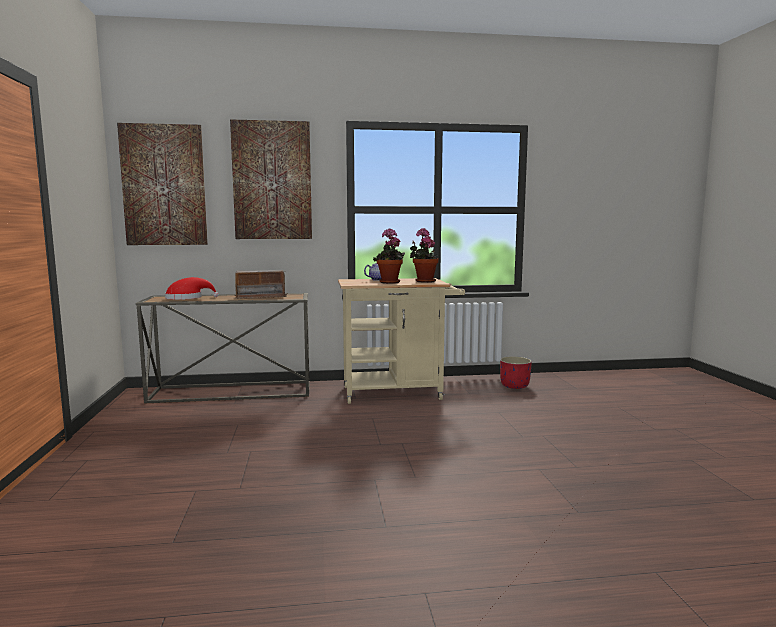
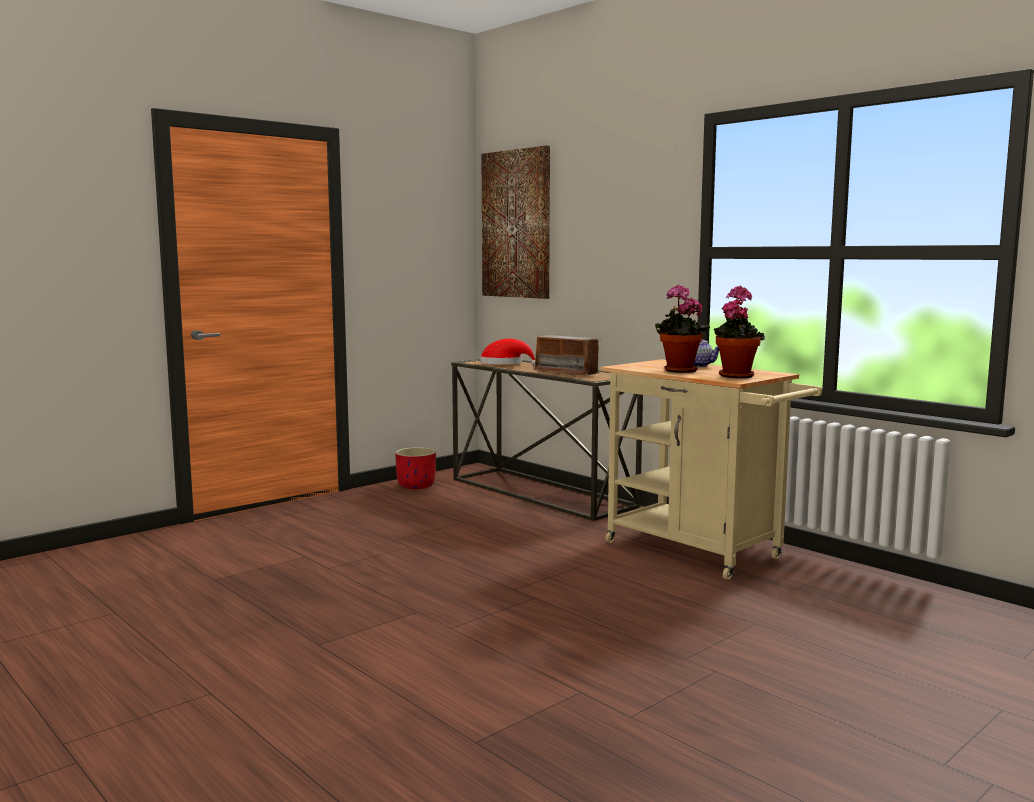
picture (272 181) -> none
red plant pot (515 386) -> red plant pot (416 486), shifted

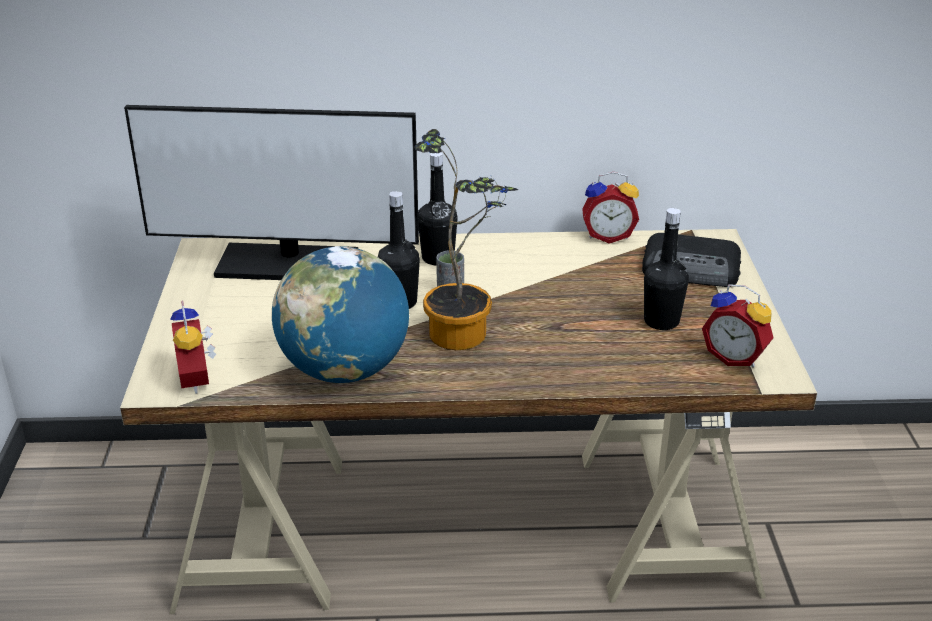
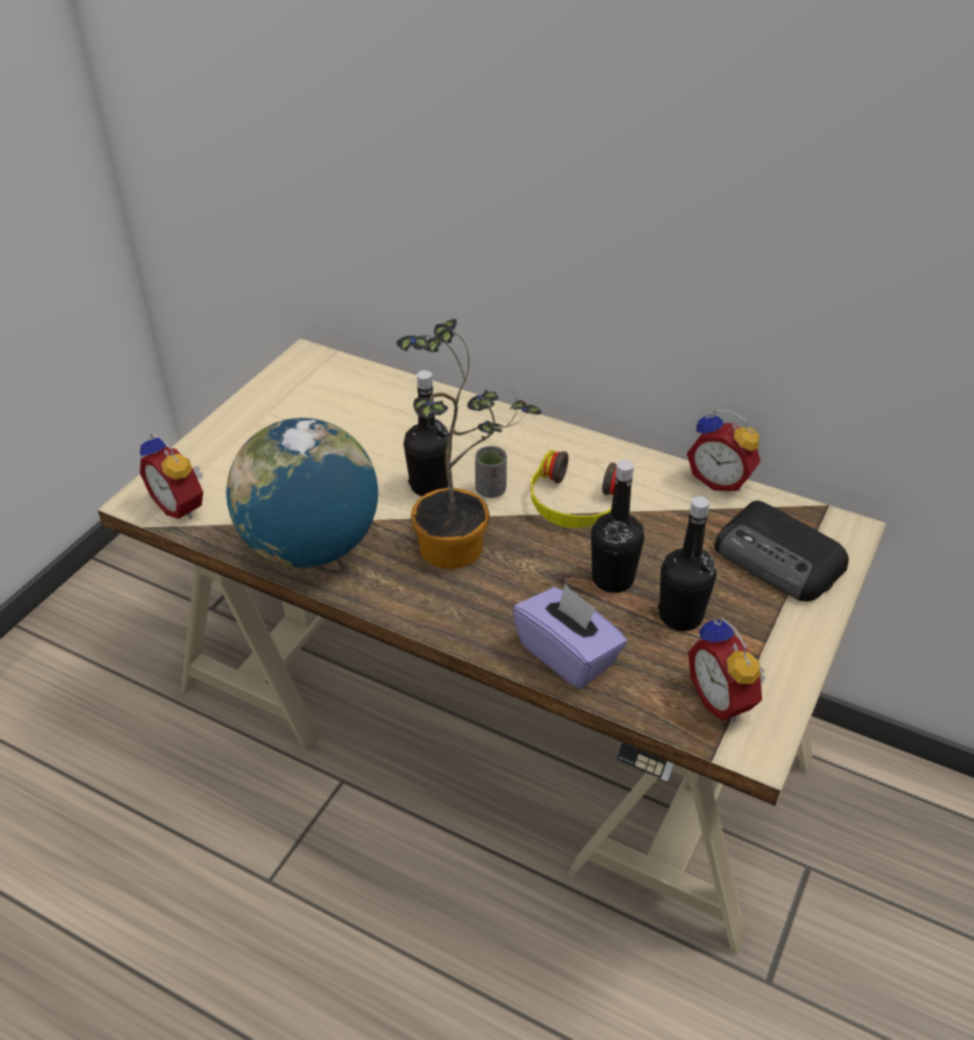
computer screen (287 264) -> none
none -> purplish tissue box (568 655)
none -> pair of headphones (575 503)
blackish bottle (438 258) -> blackish bottle (612 579), shifted
table clock (199 380) -> table clock (182 506), 60 degrees counterclockwise

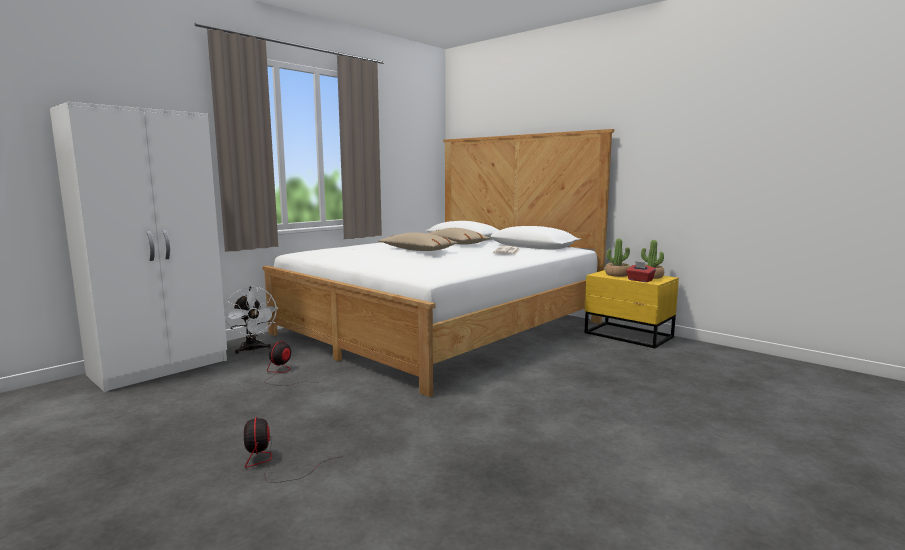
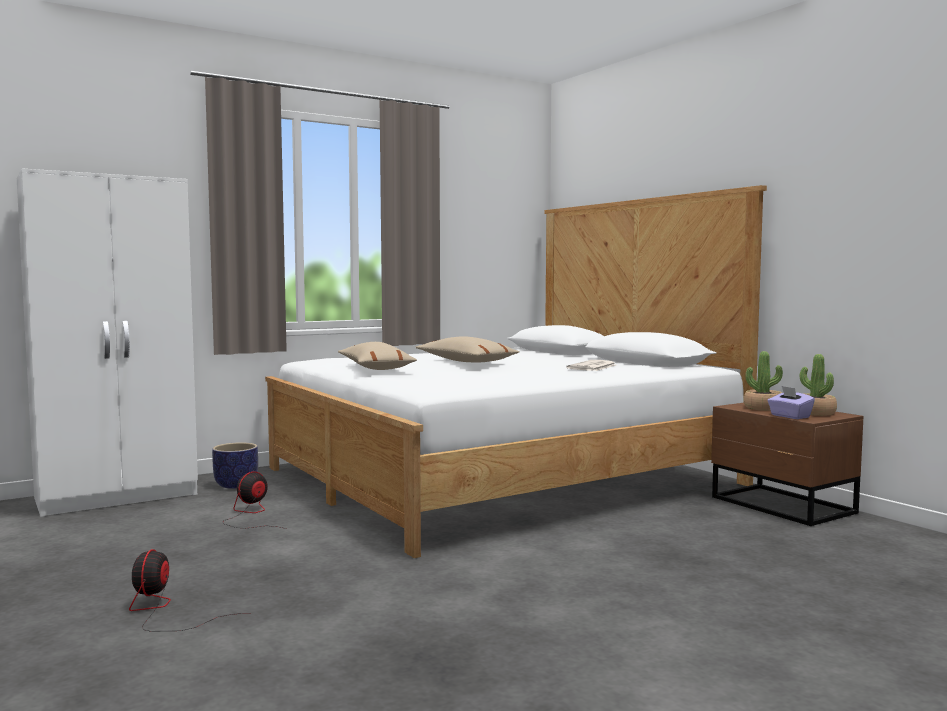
beige-coloured cushion (456 243) -> beige-coloured cushion (375 368), shifted
white-coloured cooling fan (252 350) -> plant pot (236 485)
yellow bedside table (629 336) -> brownish bedside table (782 506)
red tissue box (640 280) -> purplish tissue box (789 416)

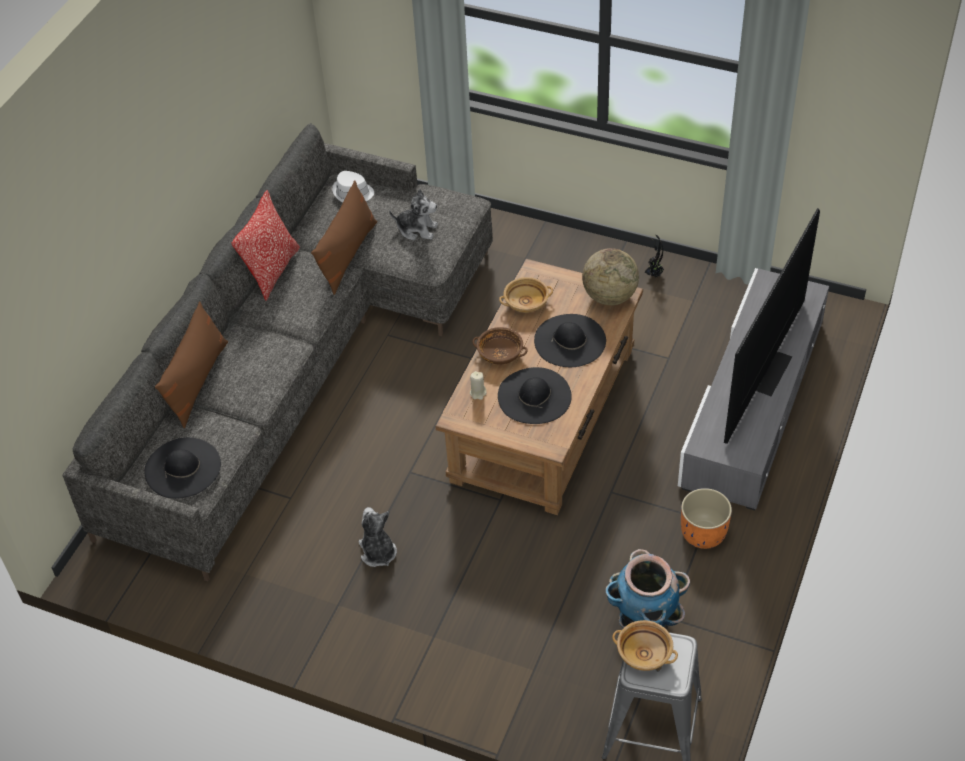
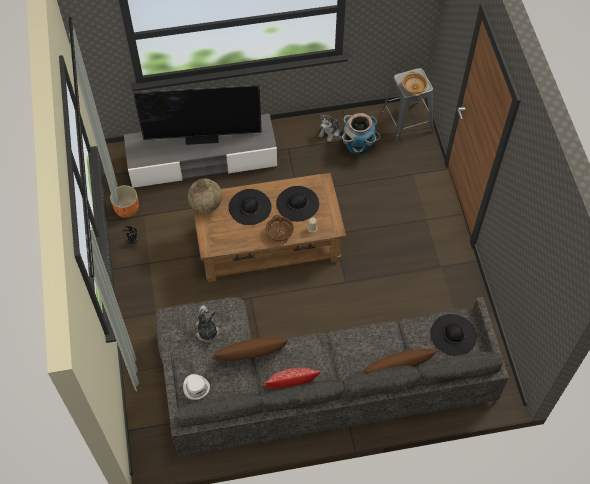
beige-coloured serving bowl (526 303) -> none
soft toy (378 552) -> soft toy (329 132), shifted
orange-coloured plant pot (703 534) -> orange-coloured plant pot (127 209), shifted

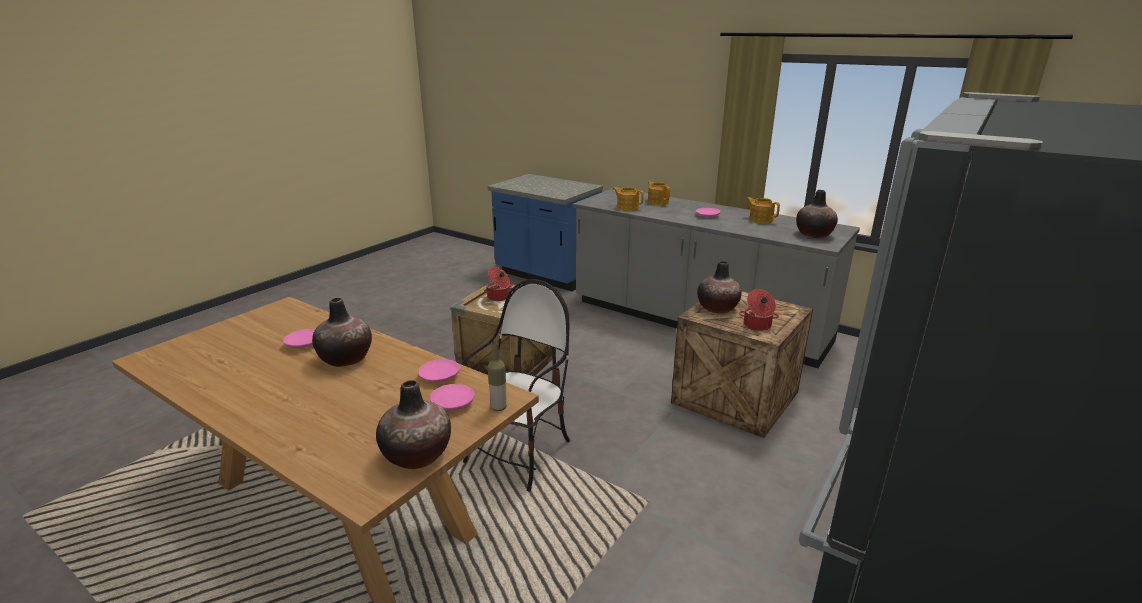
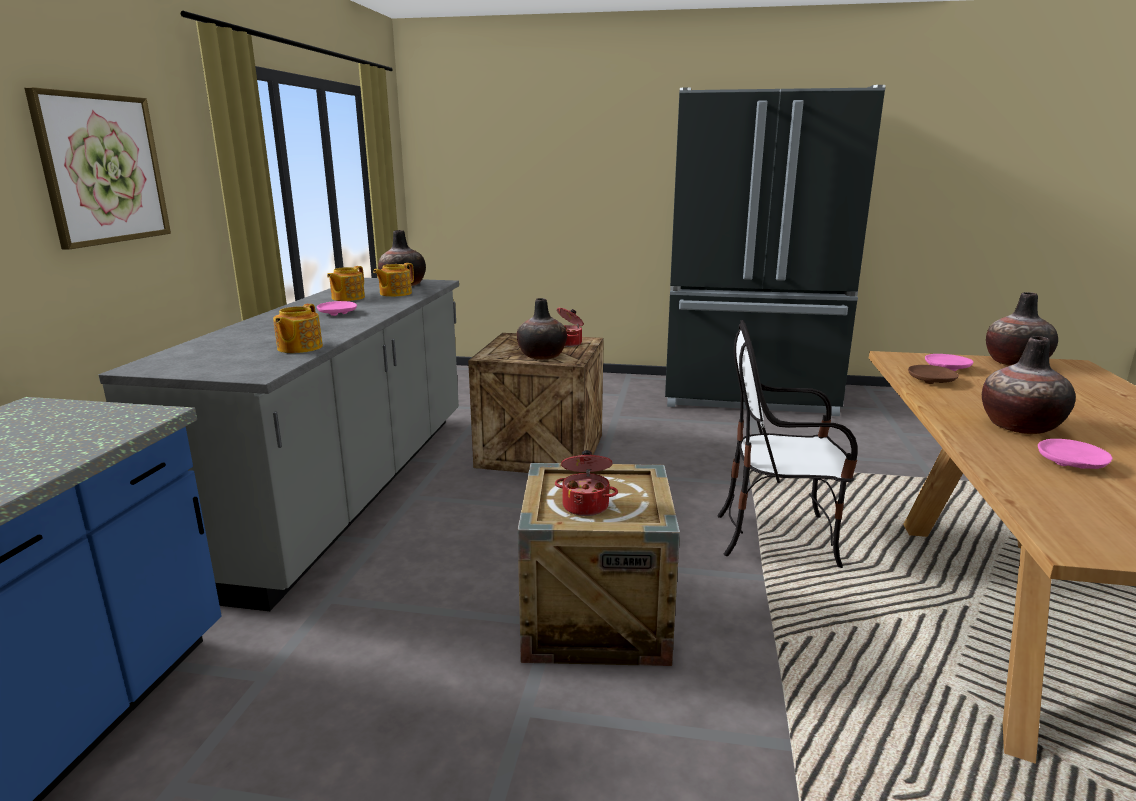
bottle (498 408) -> none
none -> picture (102 169)
tea pot (658 202) -> tea pot (395 293), shifted
pink flat dish (439 376) -> brownish flat dish (931 381)

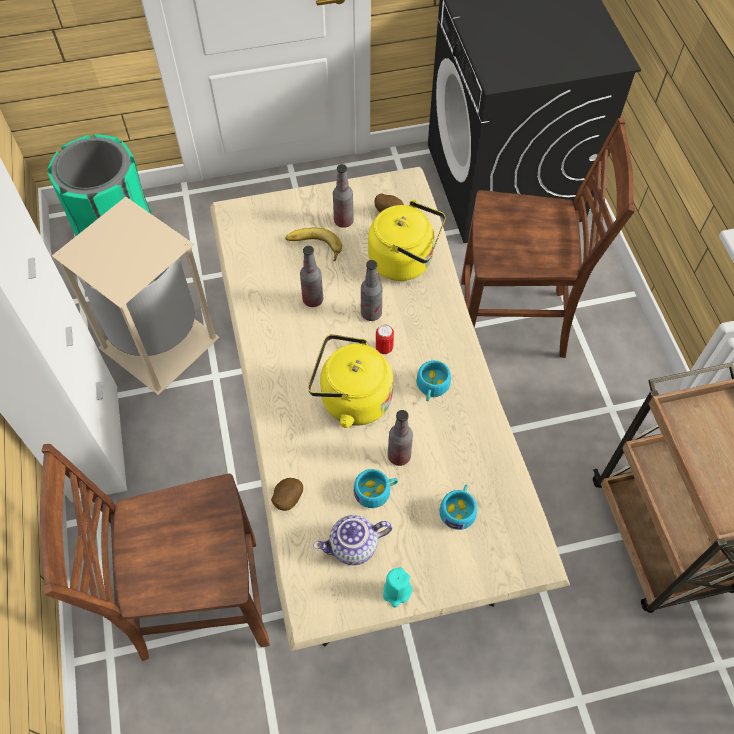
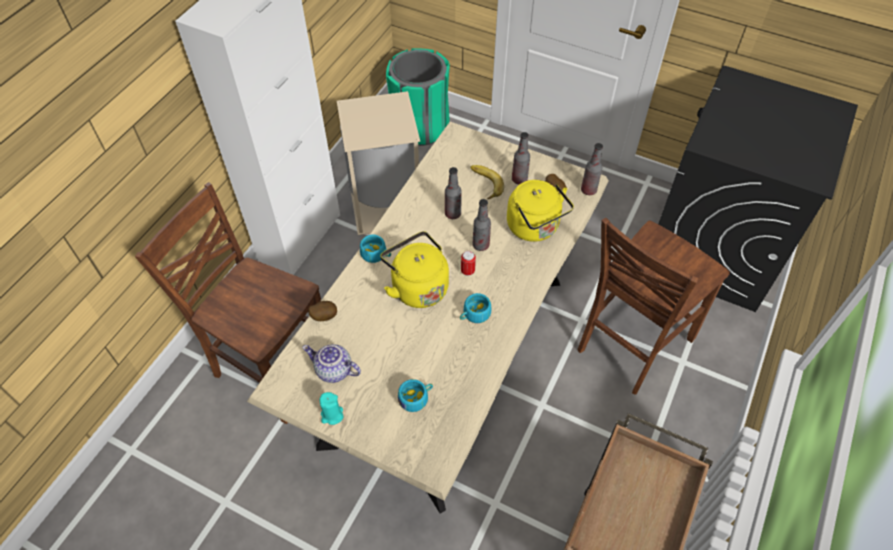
turquoise-coloured cup (376 491) -> turquoise-coloured cup (376 254), shifted
bottle (399 456) -> bottle (588 190), shifted
brownish upright chair (515 321) -> brownish upright chair (631 344), 90 degrees clockwise

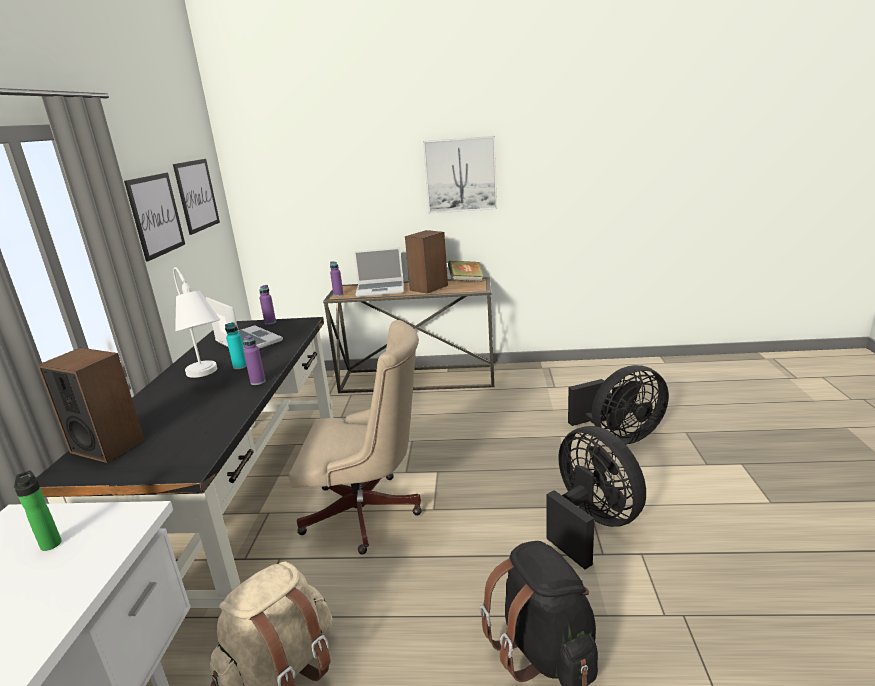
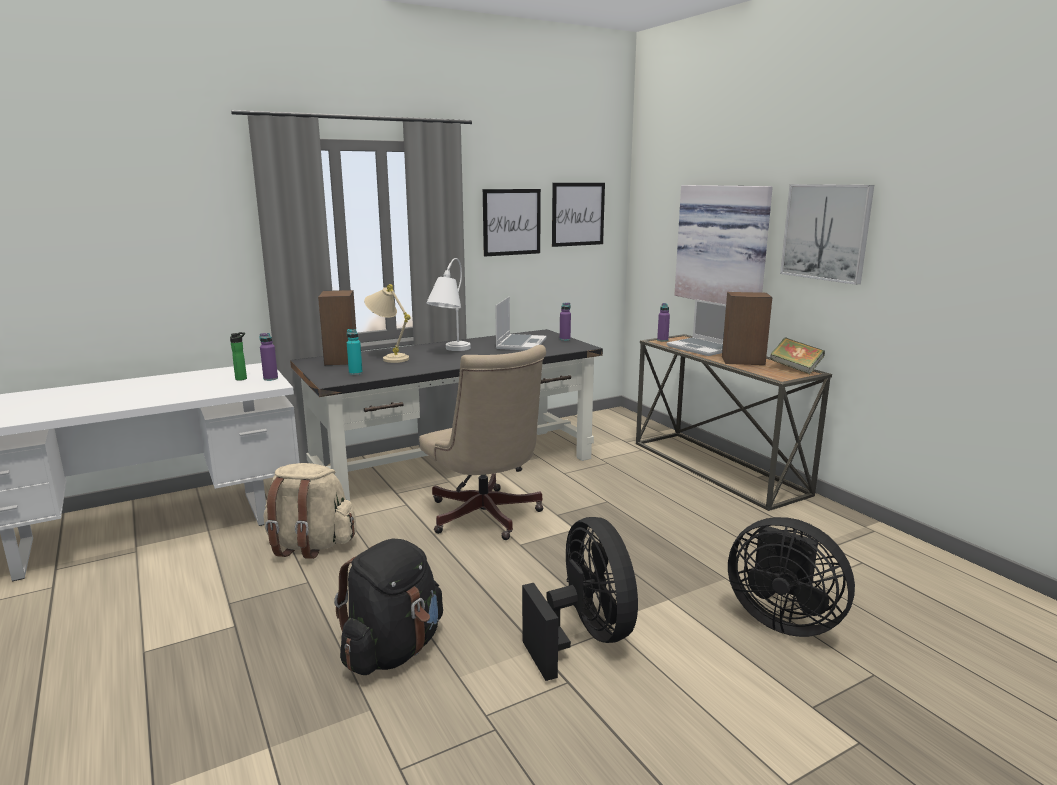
none -> beige-coloured tabletop lamp (389 358)
none -> picture (724 245)
turquoise-coloured bottle (240 366) -> turquoise-coloured bottle (355 373), shifted
purplish bottle (258 382) -> purplish bottle (270 378), shifted
blackish cooling fan (591 524) -> blackish cooling fan (584 637), 45 degrees counterclockwise

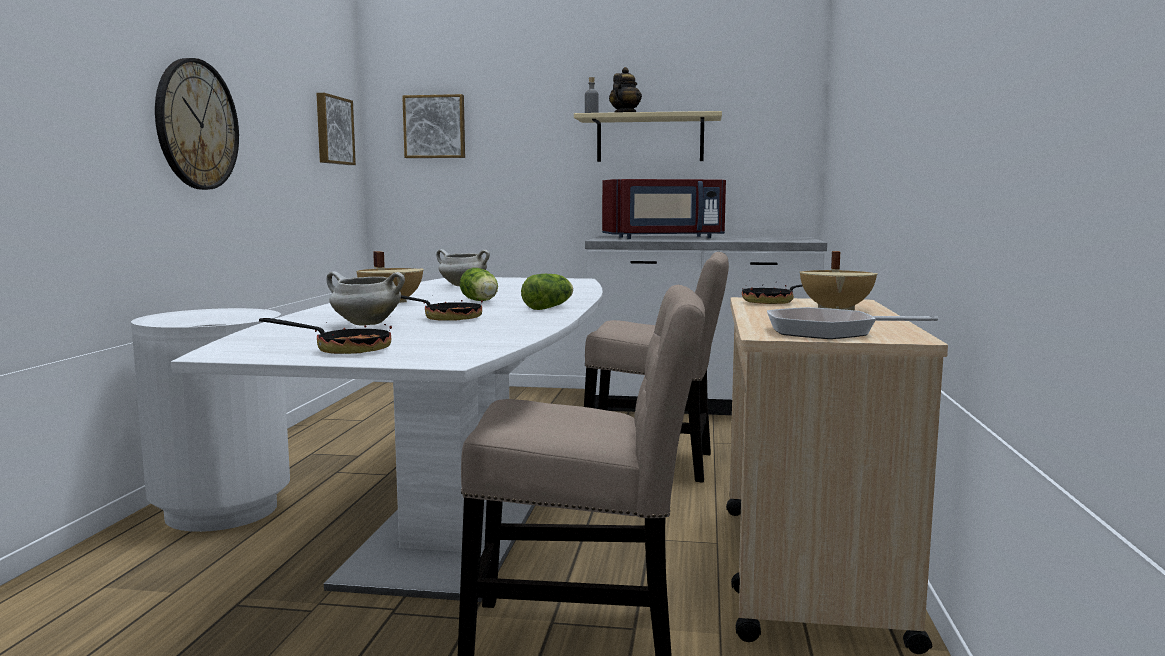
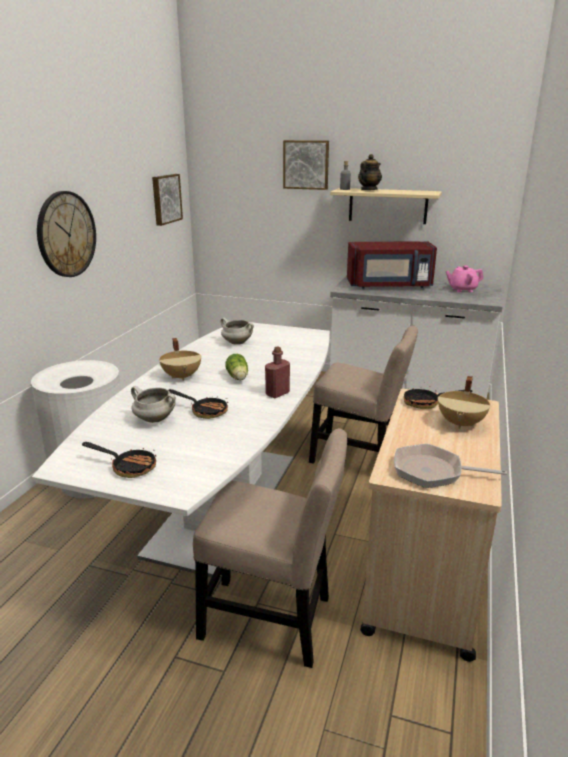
none -> pink tea pot (462 290)
picture (435 127) -> picture (306 164), shifted
lettuce (550 307) -> red bottle (277 393)

